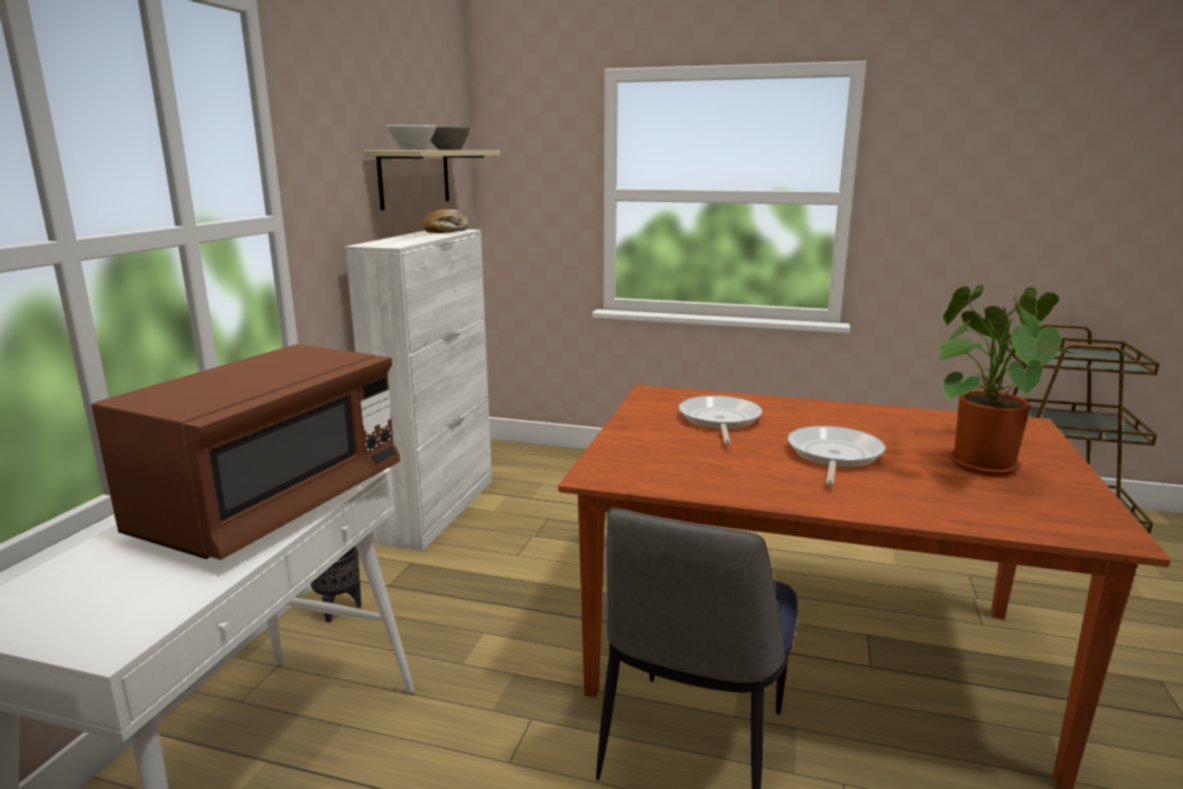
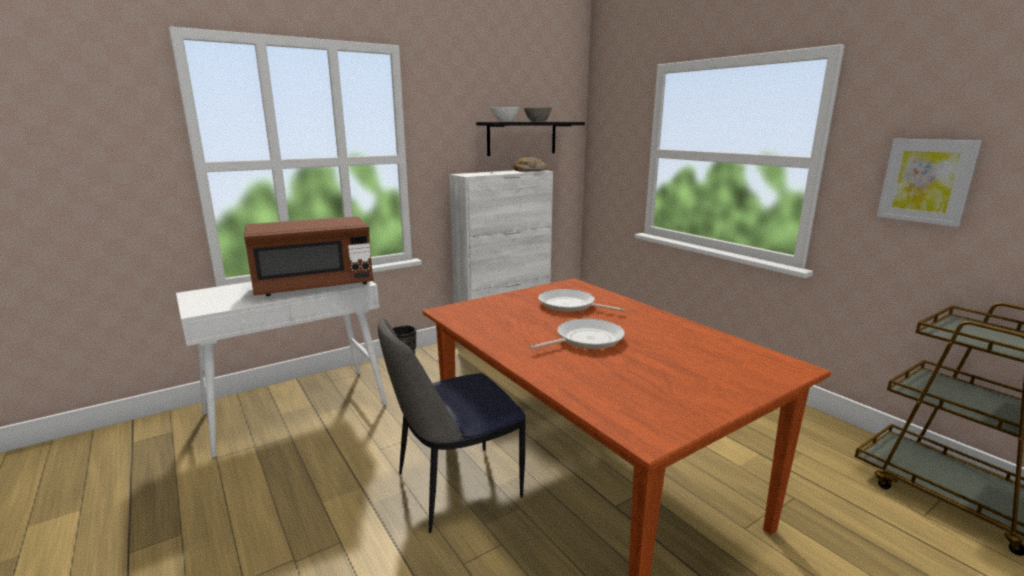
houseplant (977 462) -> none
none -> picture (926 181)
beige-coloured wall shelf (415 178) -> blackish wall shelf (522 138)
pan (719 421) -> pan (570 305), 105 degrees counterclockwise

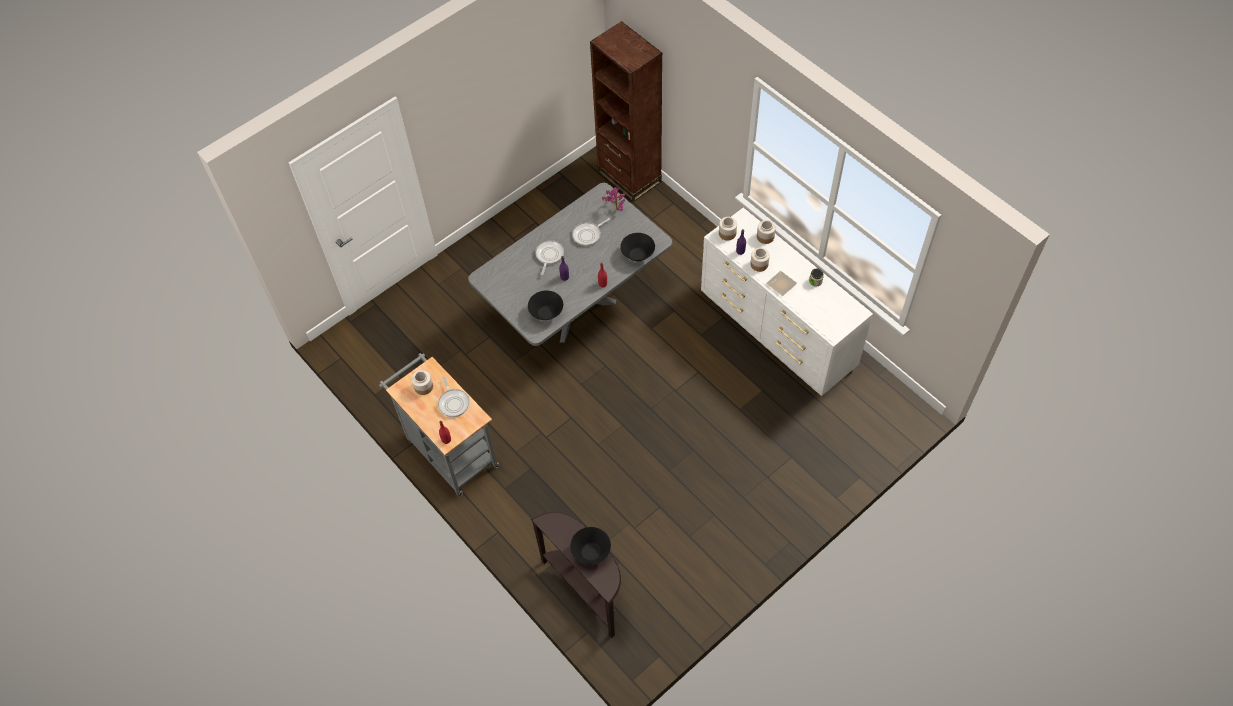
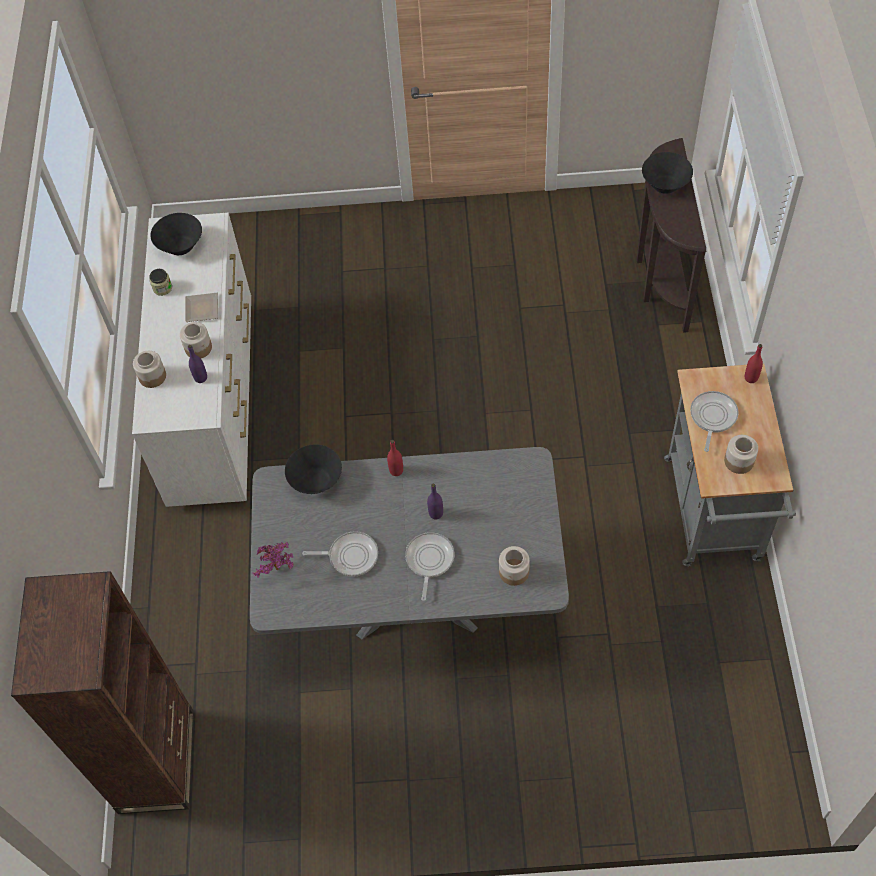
blackish serving bowl (546 313) -> blackish serving bowl (181 246), shifted
jar (727 233) -> jar (514 572), shifted
pan (549 255) -> pan (429 560), 135 degrees clockwise

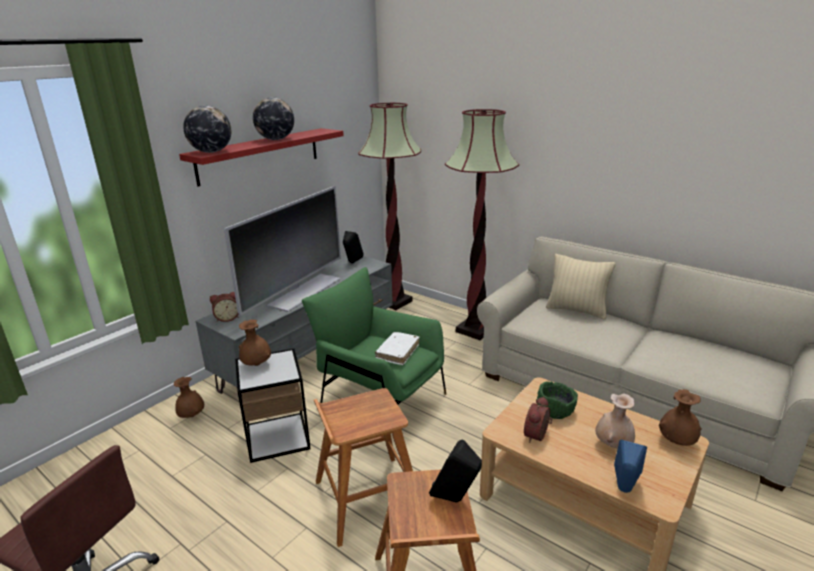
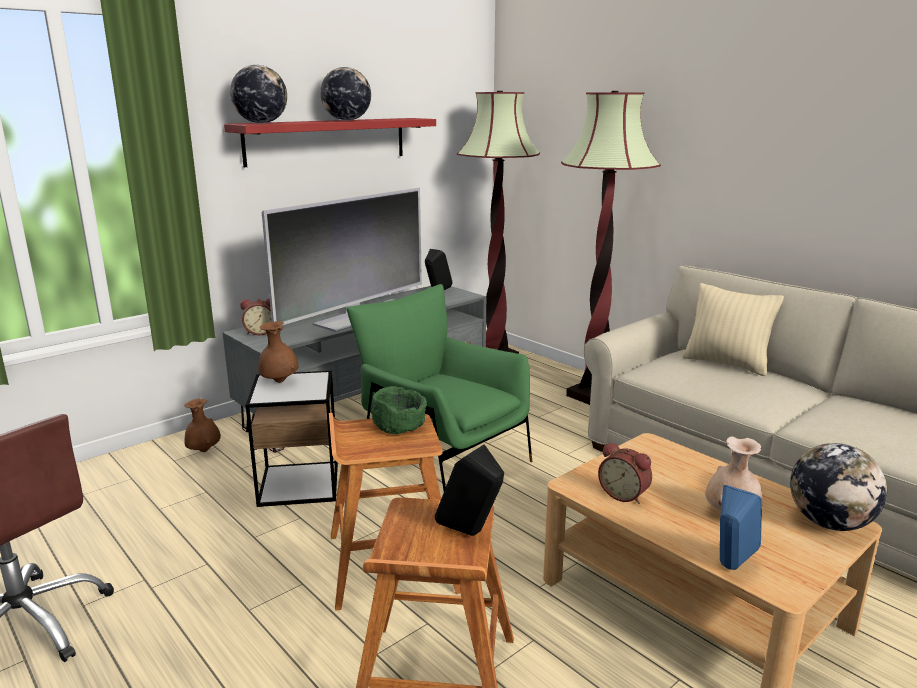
white-coloured bound book (398 352) -> none
greenish serving bowl (555 410) -> greenish serving bowl (399 426), shifted
brownish decorative vase (676 442) -> globe (830 523)
table clock (538 436) -> table clock (624 494), 90 degrees counterclockwise

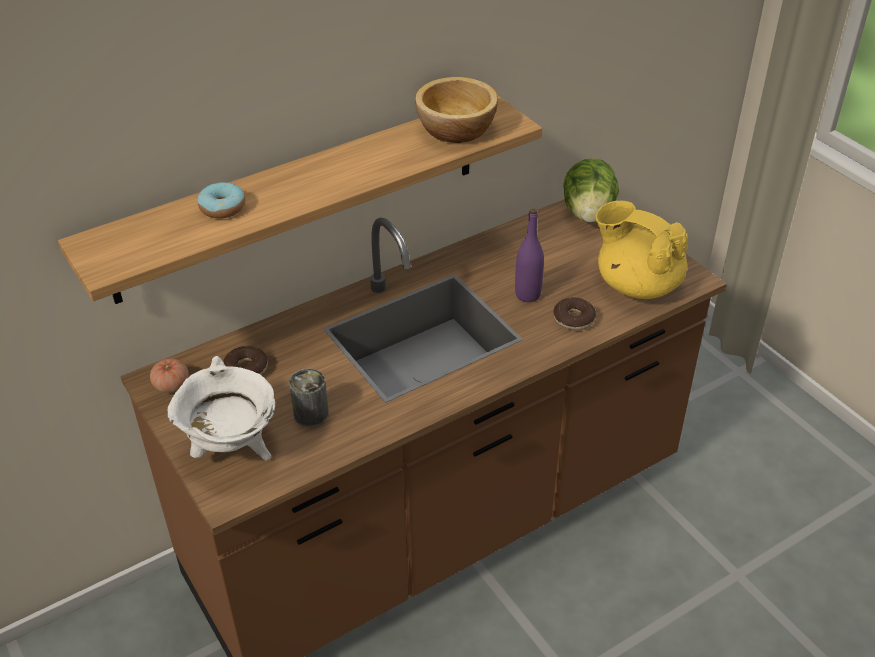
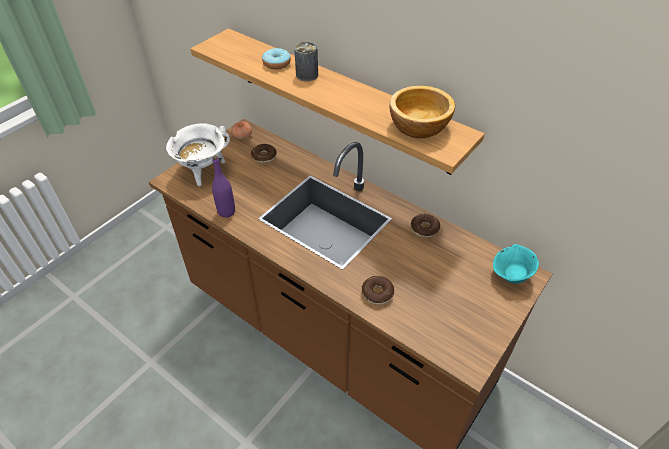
yellow tea pot (636 284) -> none
none -> donut (424 229)
can (311 414) -> can (307 75), shifted
purplish bottle (527 295) -> purplish bottle (226 212), shifted
lettuce (588 214) -> turquoise-coloured serving bowl (511 276)

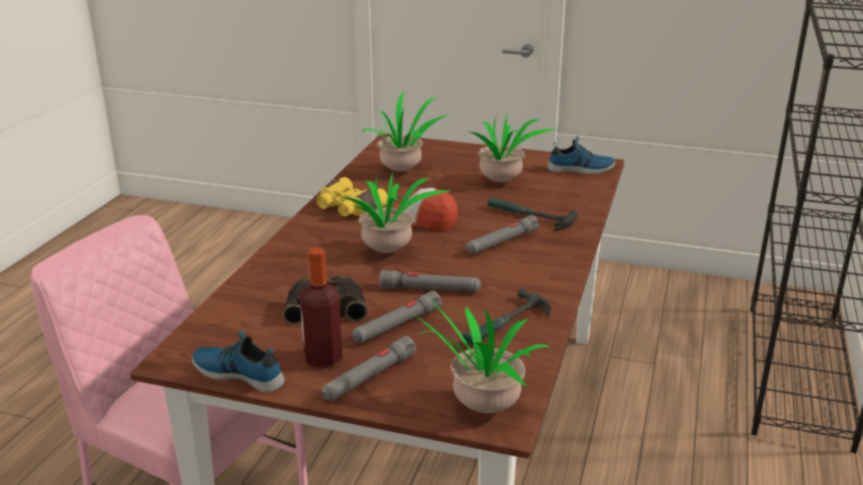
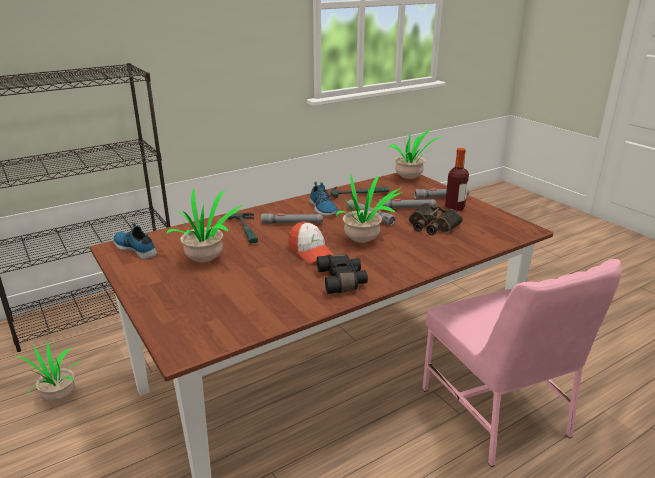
shoe (239 373) -> shoe (322 208), shifted
houseplant (403 170) -> houseplant (57 398), shifted
yellow binoculars (348 209) -> blackish binoculars (342 281)

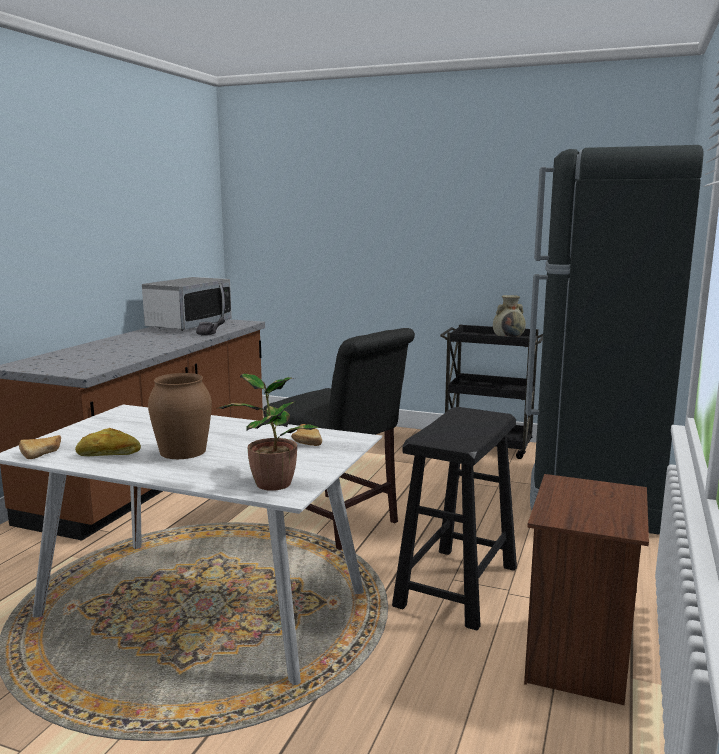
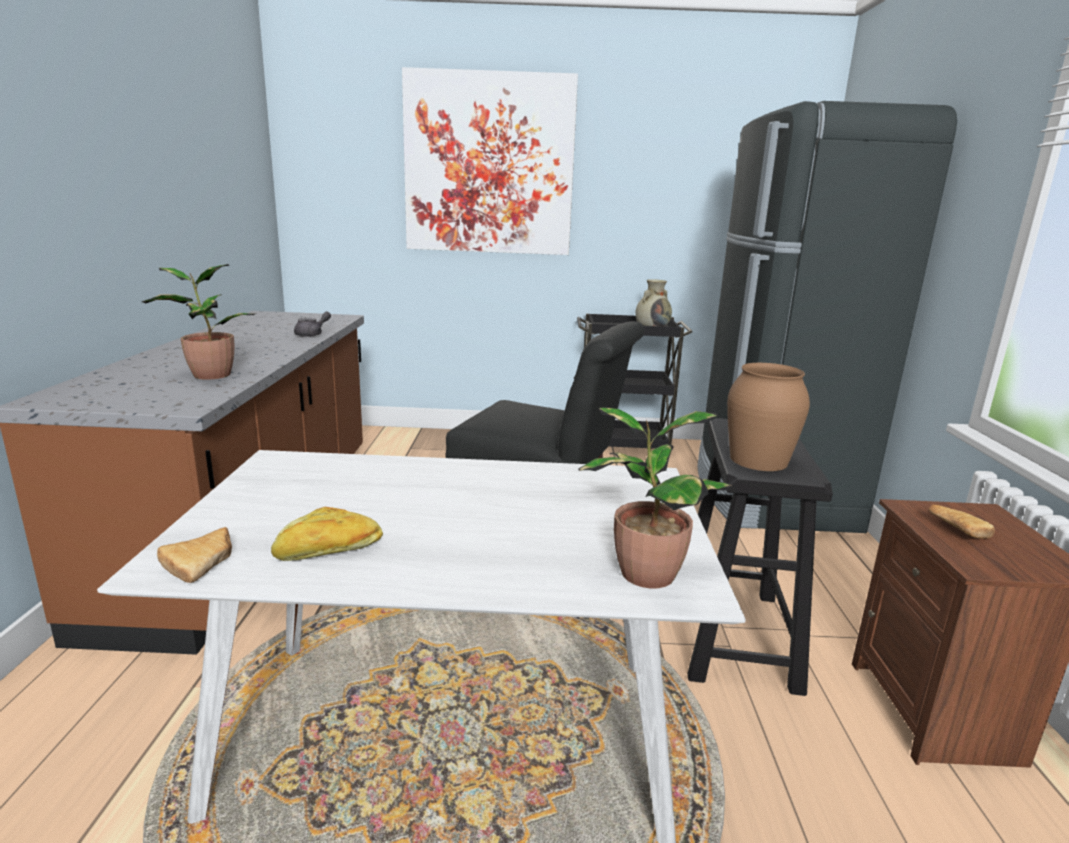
microwave (189 325) -> none
none -> houseplant (209 375)
none -> picture (489 165)
brownish decorative vase (182 451) -> brownish decorative vase (758 460), shifted
bakery bread (306 441) -> bakery bread (955 530), shifted

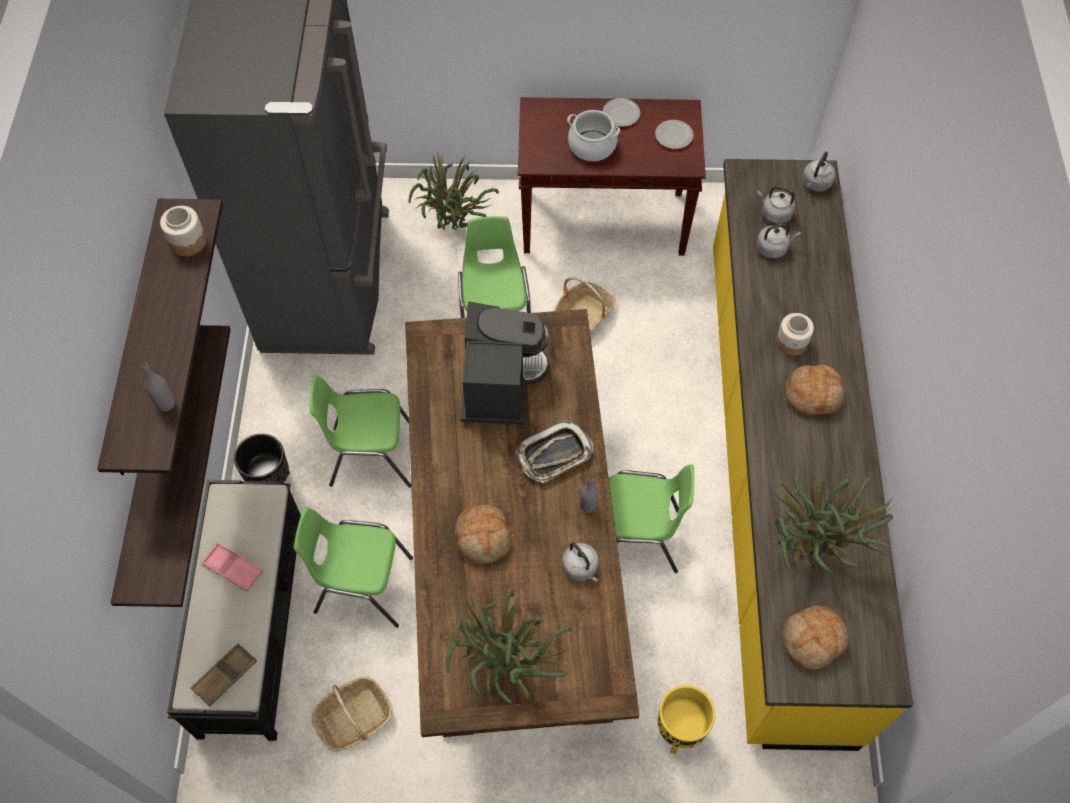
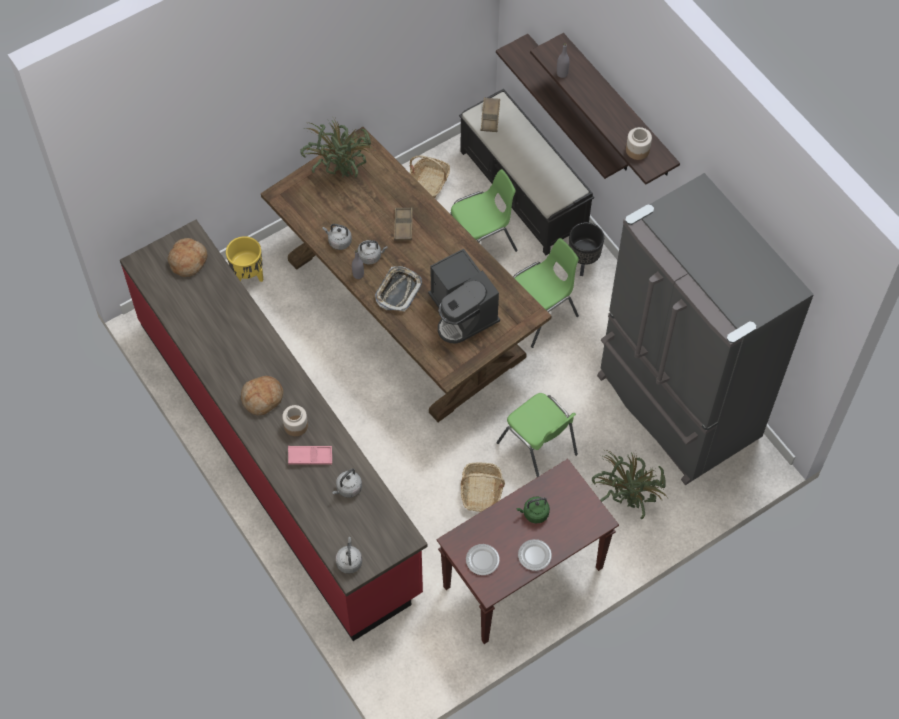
greenish upright chair (637 538) -> none
houseplant (812 553) -> none
pink serving tray (233 568) -> pink serving tray (310 457), shifted
gray kettle (774 213) -> gray kettle (371 256), shifted
bakery bread (483 538) -> brownish serving tray (403 226)
saucepot (592 146) -> greenish kettle (534 513)
yellow counter (773 476) -> red counter (278 454)

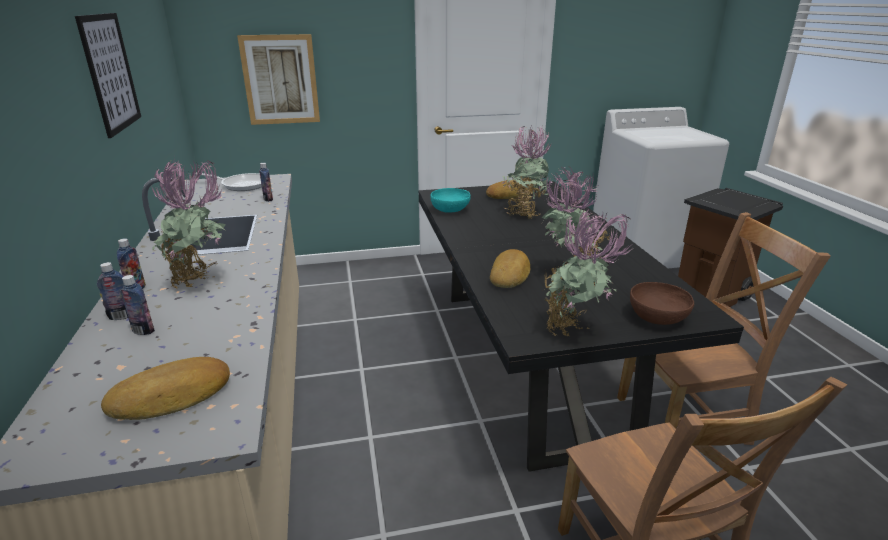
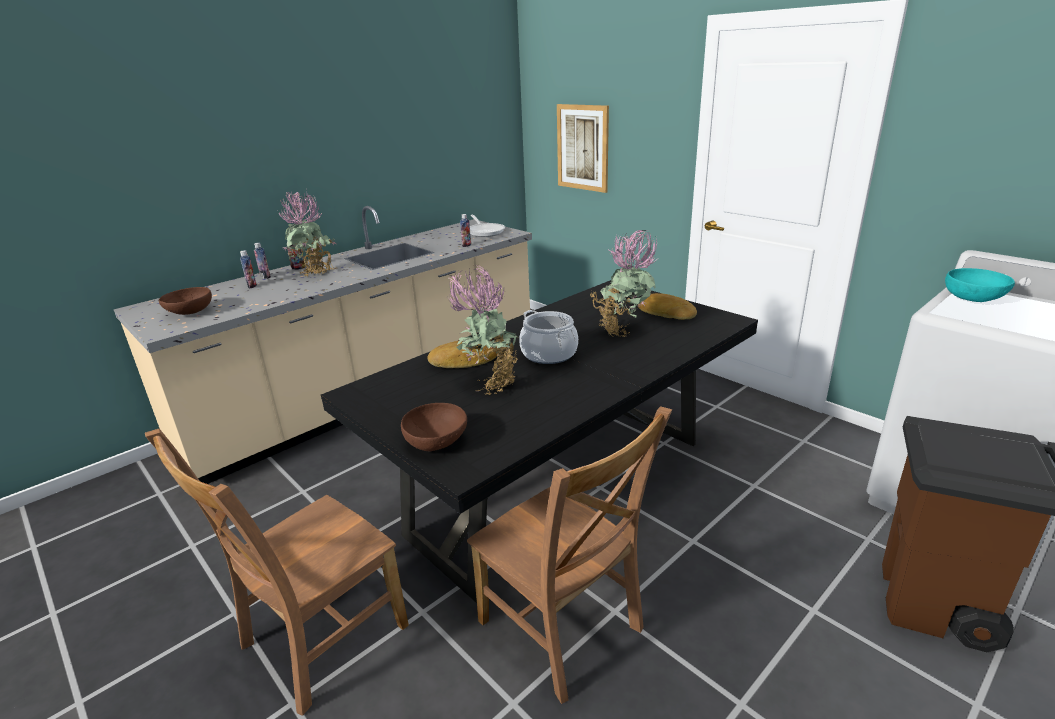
picture (110 73) -> none
houseplant (574 331) -> none
none -> saucepot (549 354)
turquoise-coloured serving bowl (450 210) -> turquoise-coloured serving bowl (974 298), shifted
bakery bread (172 396) -> brownish serving bowl (190 313)

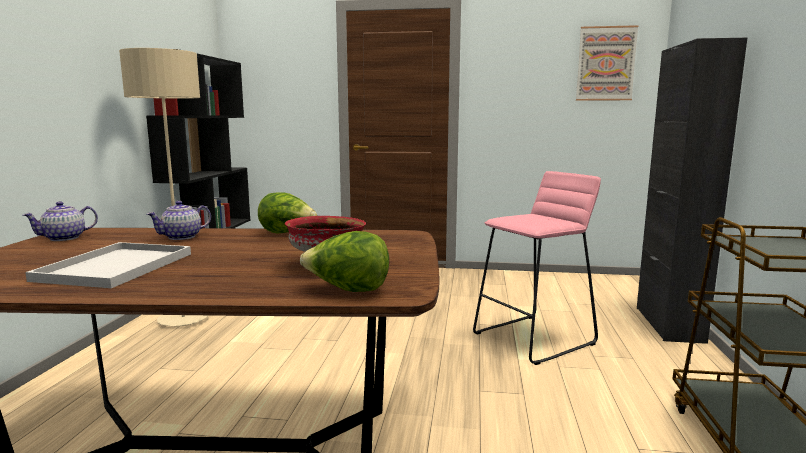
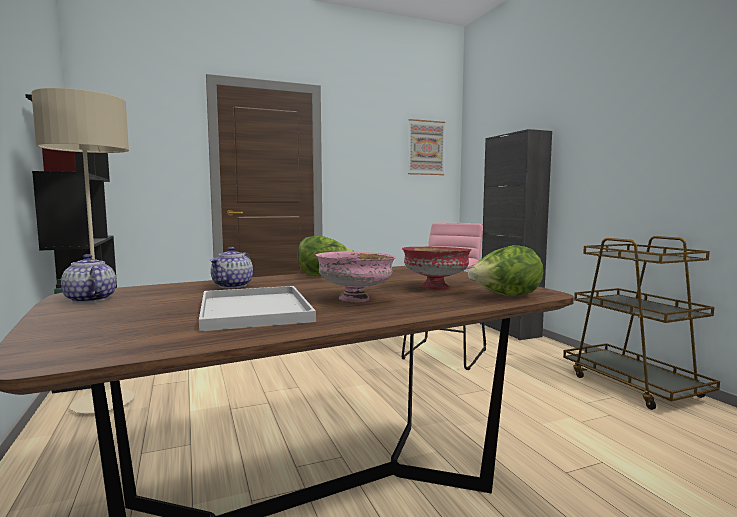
none -> pink serving bowl (355 299)
tea pot (65 238) -> tea pot (90 299), 120 degrees clockwise

